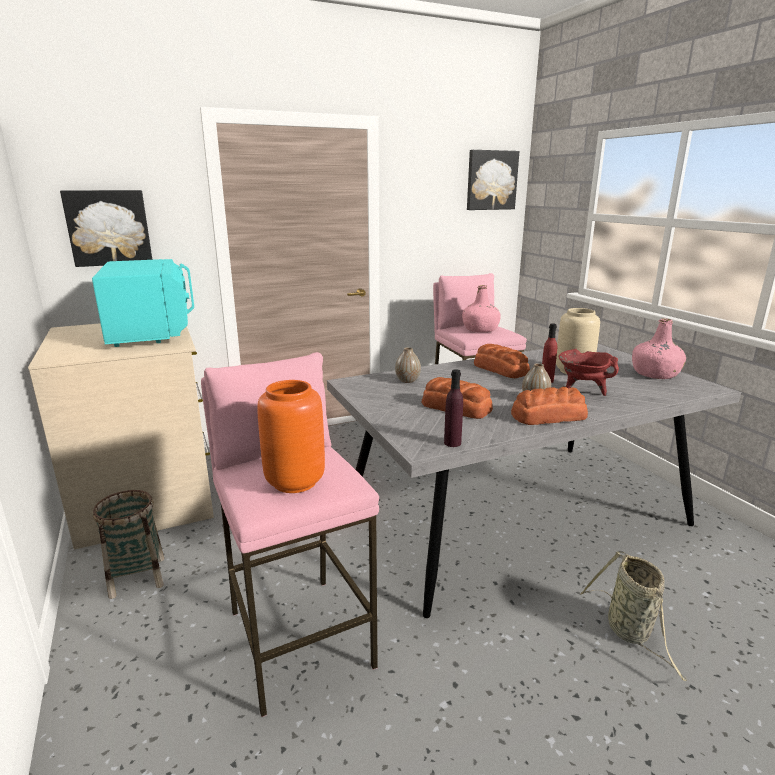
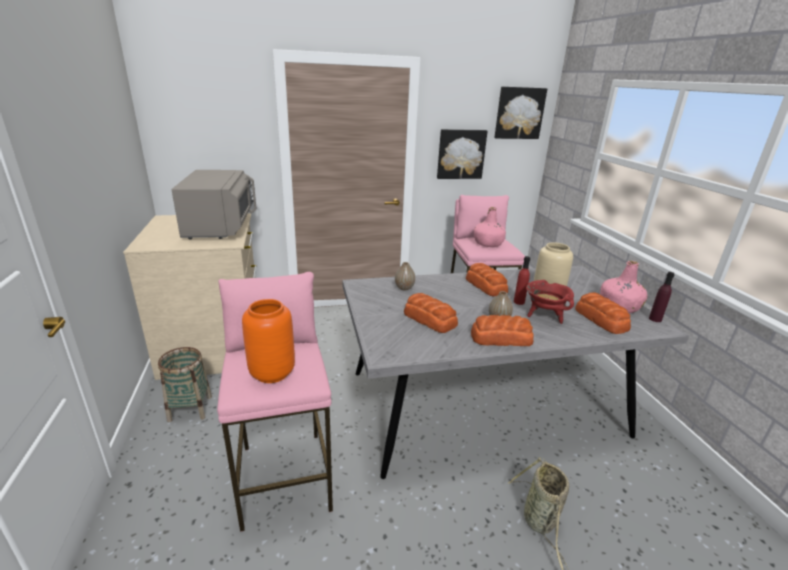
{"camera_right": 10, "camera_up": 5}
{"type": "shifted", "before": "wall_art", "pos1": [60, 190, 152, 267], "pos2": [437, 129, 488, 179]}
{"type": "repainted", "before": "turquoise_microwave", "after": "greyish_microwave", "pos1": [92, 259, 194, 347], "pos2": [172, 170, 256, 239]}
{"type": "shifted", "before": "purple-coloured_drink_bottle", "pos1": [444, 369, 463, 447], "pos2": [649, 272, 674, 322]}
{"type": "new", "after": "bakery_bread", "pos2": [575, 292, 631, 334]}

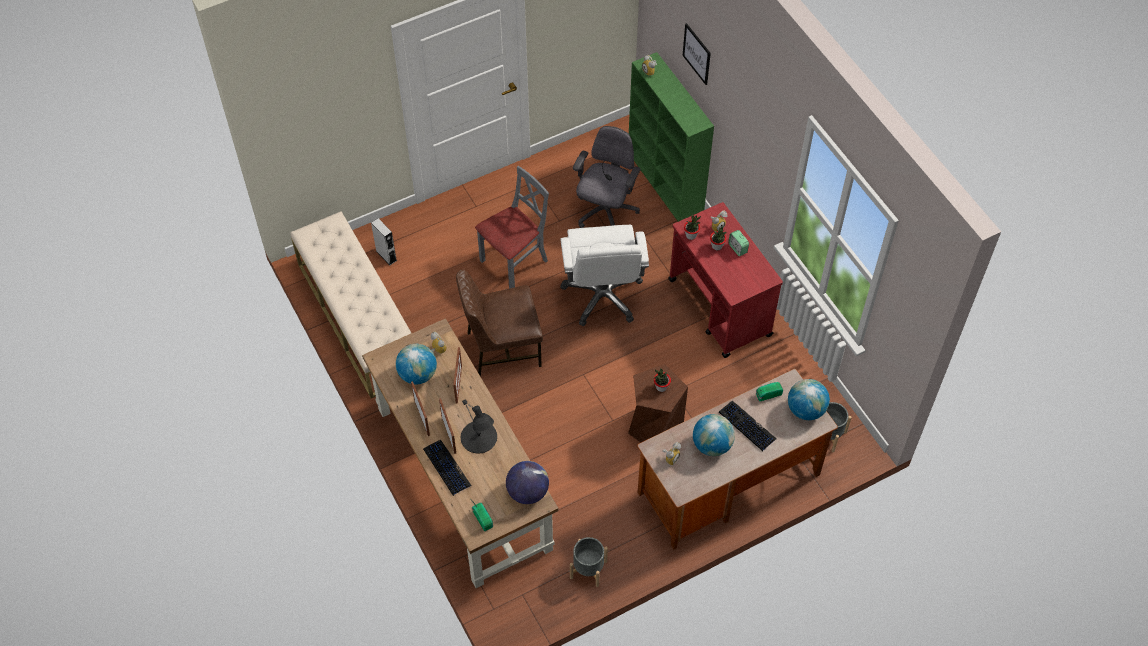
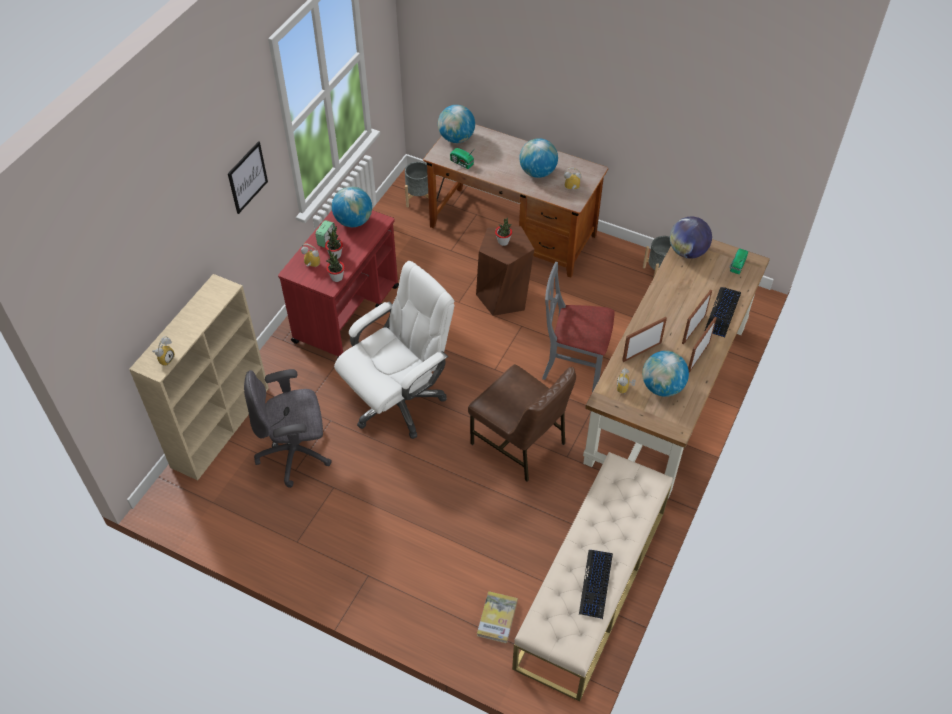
{"camera_right": -125, "camera_up": -5}
{"type": "shifted", "before": "wall_art", "pos1": [682, 23, 711, 85], "pos2": [228, 141, 268, 214]}
{"type": "repainted", "before": "green_shelving_unit", "after": "beige-coloured_shelving_unit", "pos1": [629, 52, 714, 222], "pos2": [129, 274, 269, 481]}
{"type": "shifted", "before": "greyish_chair", "pos1": [475, 166, 549, 289], "pos2": [542, 262, 615, 392]}
{"type": "swapped", "before": "greyish_loudspeaker", "after": "book", "pos1": [371, 218, 397, 265], "pos2": [477, 591, 518, 644]}
{"type": "gone", "before": "black-coloured_lamp_for_a_table", "pos1": [461, 399, 497, 454]}
{"type": "shifted", "before": "PC_keyboard", "pos1": [719, 401, 776, 451], "pos2": [579, 550, 613, 619]}
{"type": "new", "after": "world_globe", "pos2": [332, 187, 372, 227]}

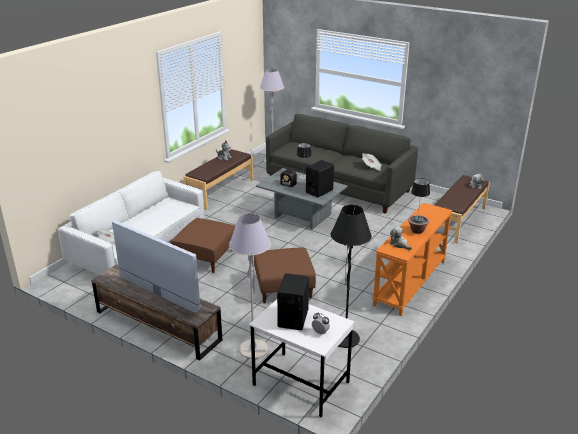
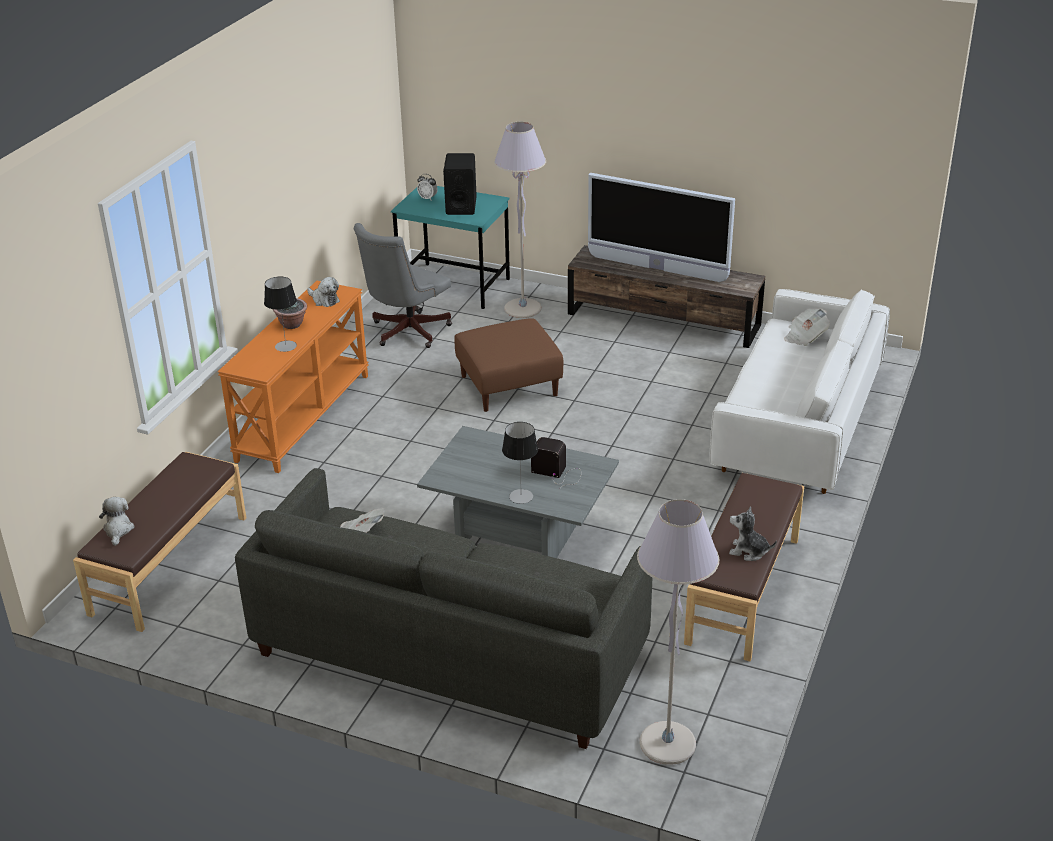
{"camera_right": 170, "camera_up": 5}
{"type": "gone", "before": "black-coloured_loudspeaker", "pos1": [306, 160, 334, 197]}
{"type": "swapped", "before": "black-coloured_floor_lamp", "after": "greyish_desk_chair", "pos1": [331, 205, 372, 348], "pos2": [354, 223, 452, 348]}
{"type": "gone", "before": "brown-coloured_pouffe", "pos1": [171, 218, 235, 273]}
{"type": "repainted", "before": "white_desk_table", "after": "turquoise_desk_table", "pos1": [249, 299, 355, 417], "pos2": [391, 186, 510, 309]}

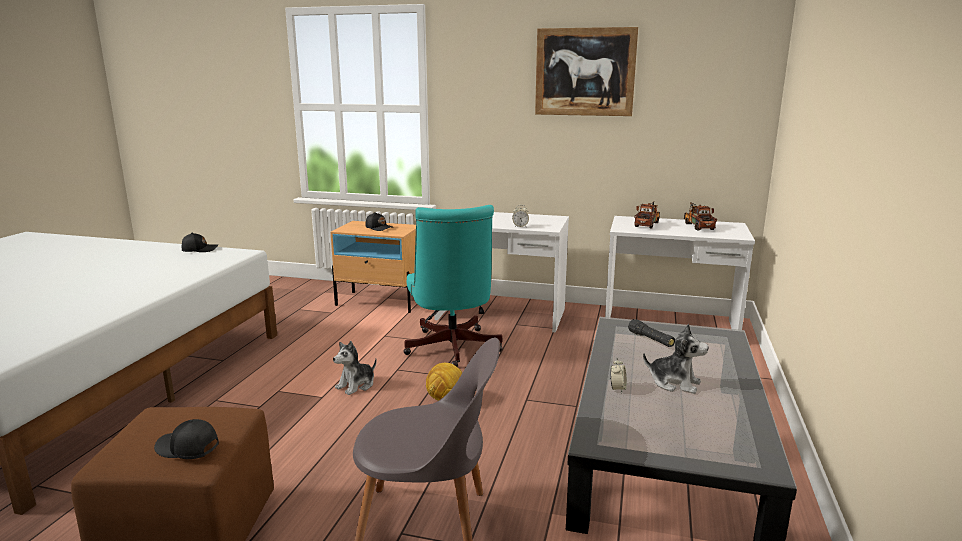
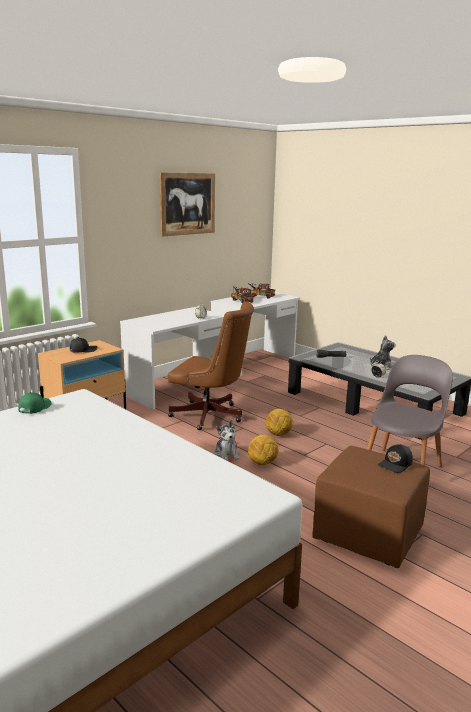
{"camera_right": -60, "camera_up": 0}
{"type": "repainted", "before": "turquoise_desk_chair", "after": "brown-coloured_desk_chair", "pos1": [404, 205, 503, 367], "pos2": [168, 301, 254, 430]}
{"type": "repainted", "before": "black-coloured_baseball_cap", "after": "green_baseball_cap", "pos1": [182, 233, 218, 252], "pos2": [18, 392, 52, 414]}
{"type": "new", "after": "football", "pos2": [248, 435, 279, 465]}

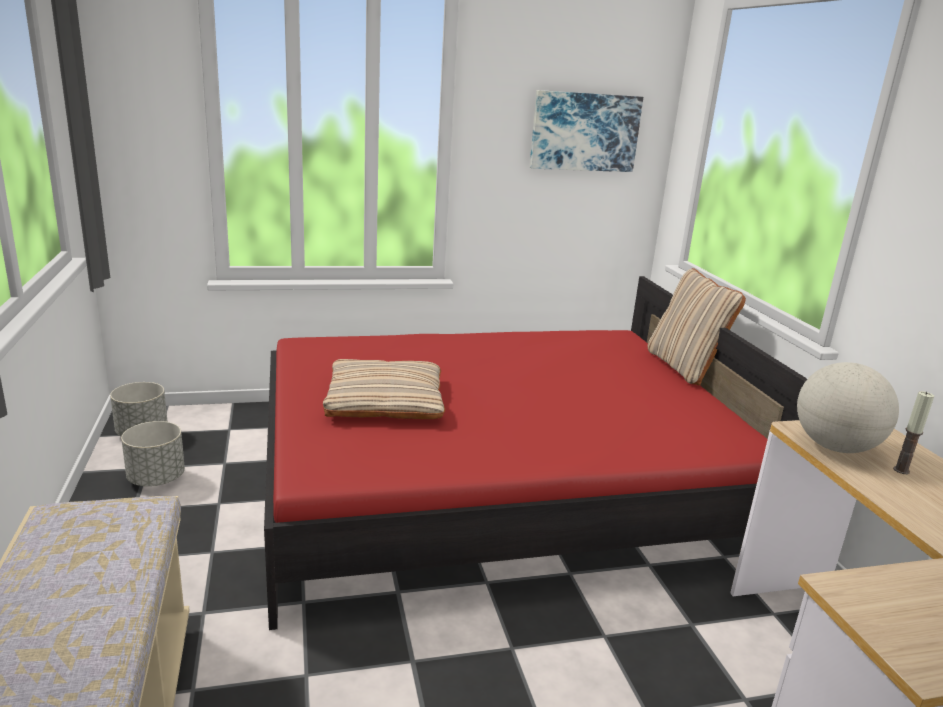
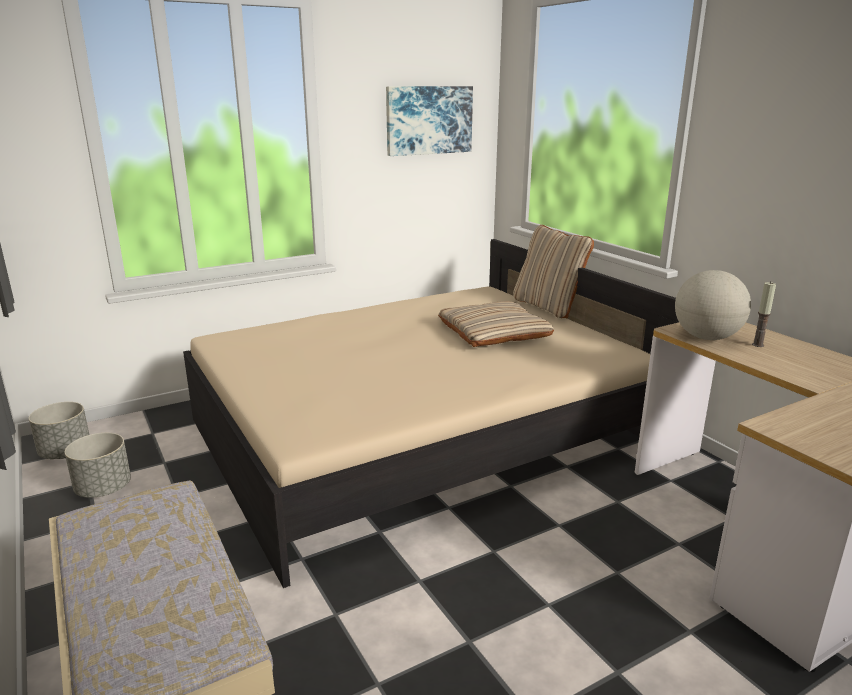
{"camera_right": -15, "camera_up": 0}
{"type": "repainted", "before": "red-coloured_bedroom_bed", "after": "beige-coloured_bedroom_bed", "pos1": [264, 276, 807, 630], "pos2": [183, 239, 679, 588]}
{"type": "shifted", "before": "beige-coloured_cushion", "pos1": [323, 359, 445, 419], "pos2": [438, 301, 554, 347]}

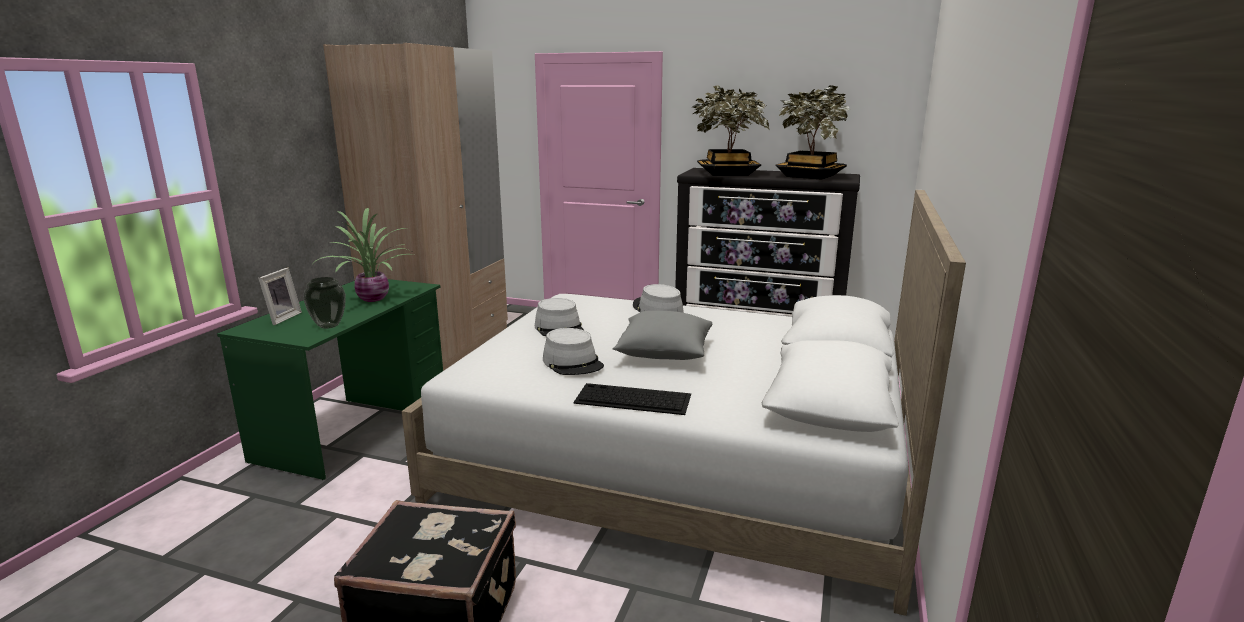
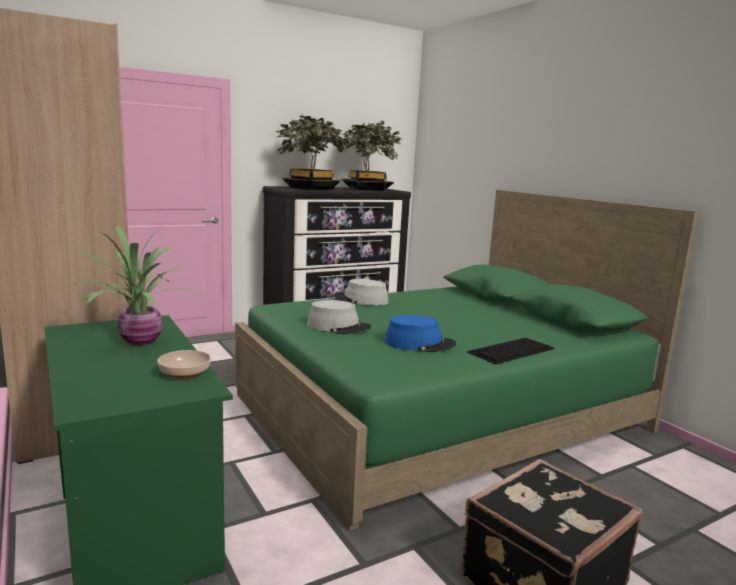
{"camera_right": -50, "camera_up": -5}
{"type": "repainted", "before": "white_bedroom_bed", "after": "green_bedroom_bed", "pos1": [402, 190, 966, 616], "pos2": [235, 190, 699, 531]}
{"type": "gone", "before": "standing_frame", "pos1": [258, 268, 302, 325]}
{"type": "swapped", "before": "flower_vase", "after": "bowl", "pos1": [303, 277, 346, 329], "pos2": [157, 350, 211, 379]}
{"type": "gone", "before": "greyish_cushion", "pos1": [612, 311, 712, 360]}
{"type": "repainted", "before": "greyish_hat", "after": "blue-coloured_hat", "pos1": [543, 328, 604, 375], "pos2": [384, 315, 456, 352]}

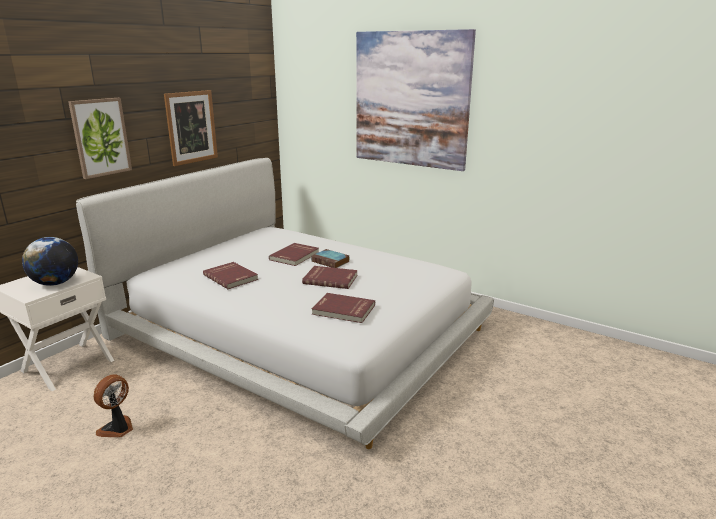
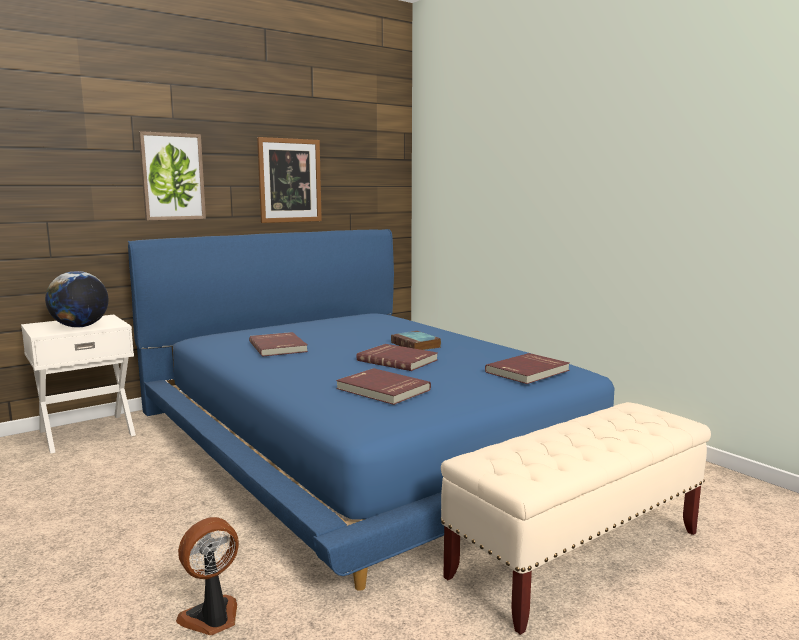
{"camera_right": 20, "camera_up": -10}
{"type": "gone", "before": "wall_art", "pos1": [356, 29, 476, 171]}
{"type": "repainted", "before": "white_bedroom_bed", "after": "blue-coloured_bedroom_bed", "pos1": [76, 158, 494, 449], "pos2": [128, 229, 615, 591]}
{"type": "shifted", "before": "red-coloured_book", "pos1": [269, 243, 319, 266], "pos2": [485, 353, 569, 384]}
{"type": "shifted", "before": "fan", "pos1": [93, 374, 133, 437], "pos2": [176, 517, 239, 635]}
{"type": "new", "after": "beige-coloured_bench", "pos2": [441, 402, 711, 635]}

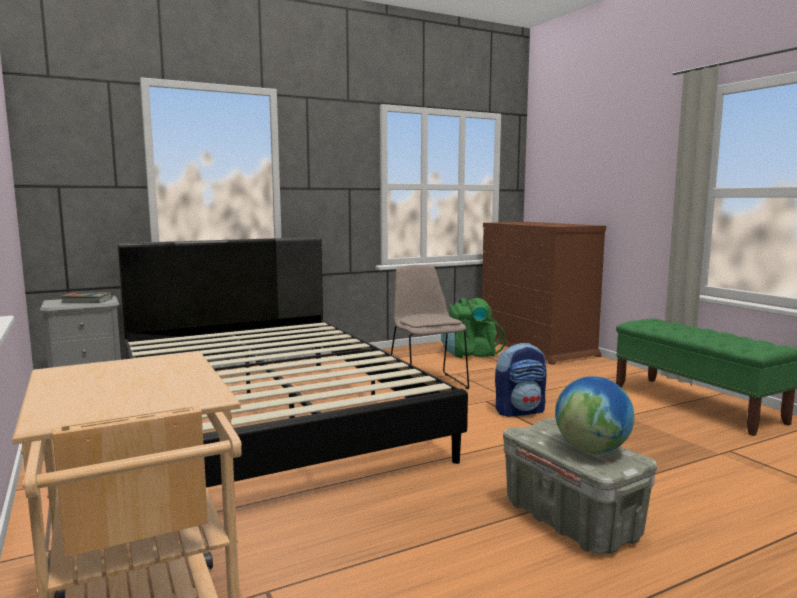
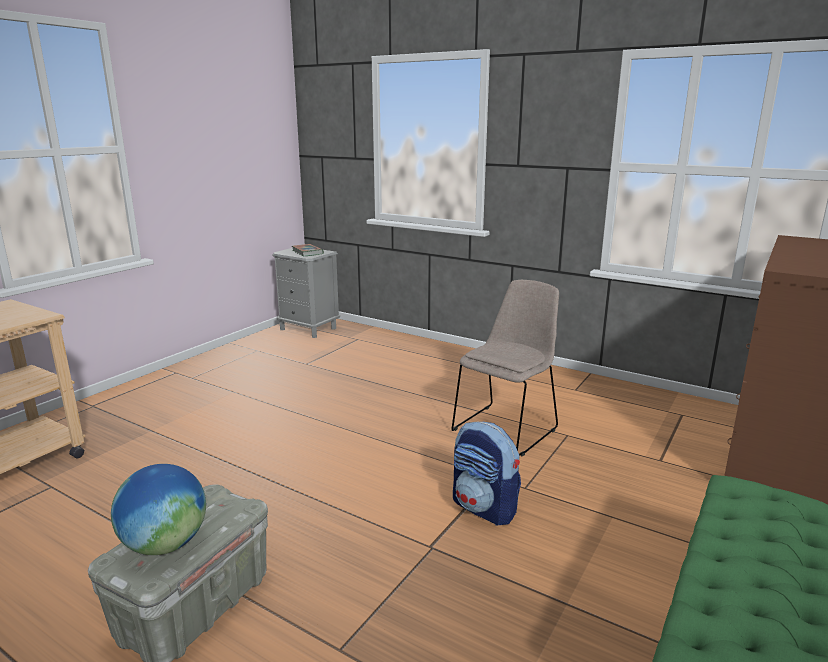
{"camera_right": 60, "camera_up": 10}
{"type": "gone", "before": "black-coloured_bedroom_bed", "pos1": [117, 237, 468, 532]}
{"type": "gone", "before": "green_backpack", "pos1": [441, 298, 506, 358]}

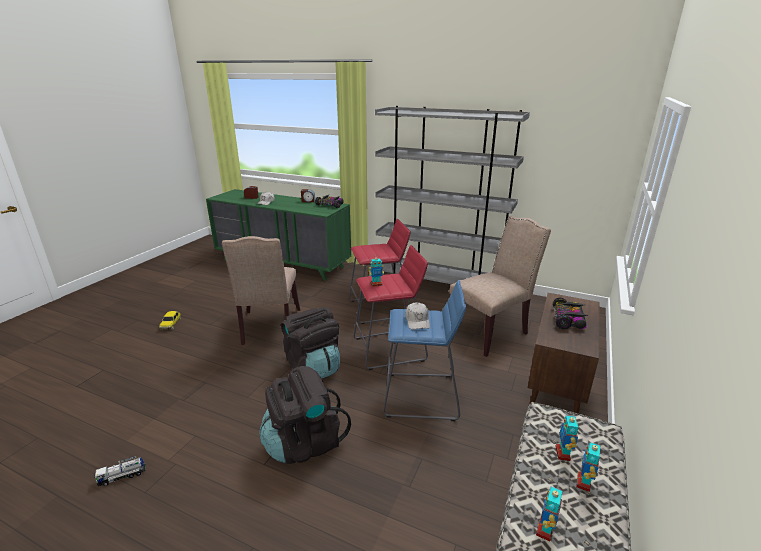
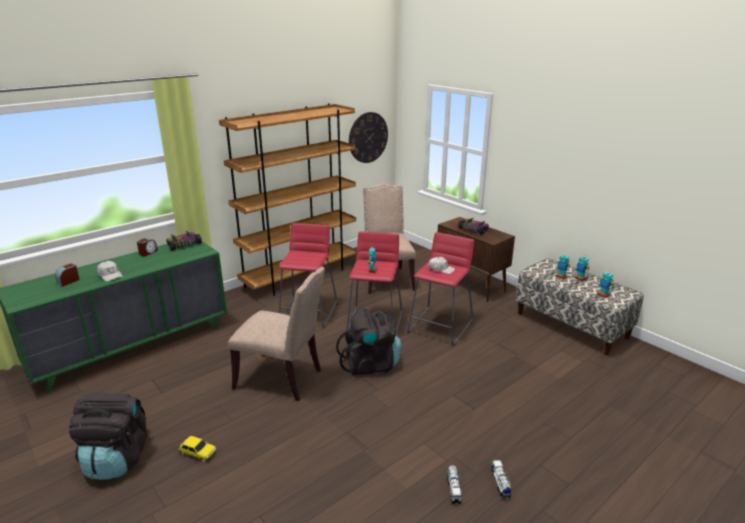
{"camera_right": -65, "camera_up": 0}
{"type": "repainted", "before": "greyish_shelving_unit", "after": "brown-coloured_shelving_unit", "pos1": [375, 106, 530, 284], "pos2": [219, 103, 357, 296]}
{"type": "repainted", "before": "blue-coloured_stool", "after": "red-coloured_stool", "pos1": [383, 280, 466, 421], "pos2": [407, 232, 474, 346]}
{"type": "shifted", "before": "black-coloured_backpack", "pos1": [259, 366, 351, 464], "pos2": [69, 392, 147, 480]}
{"type": "new", "after": "clock_on_the_wall", "pos2": [349, 112, 388, 163]}
{"type": "new", "after": "toy_lorry", "pos2": [491, 460, 512, 499]}

